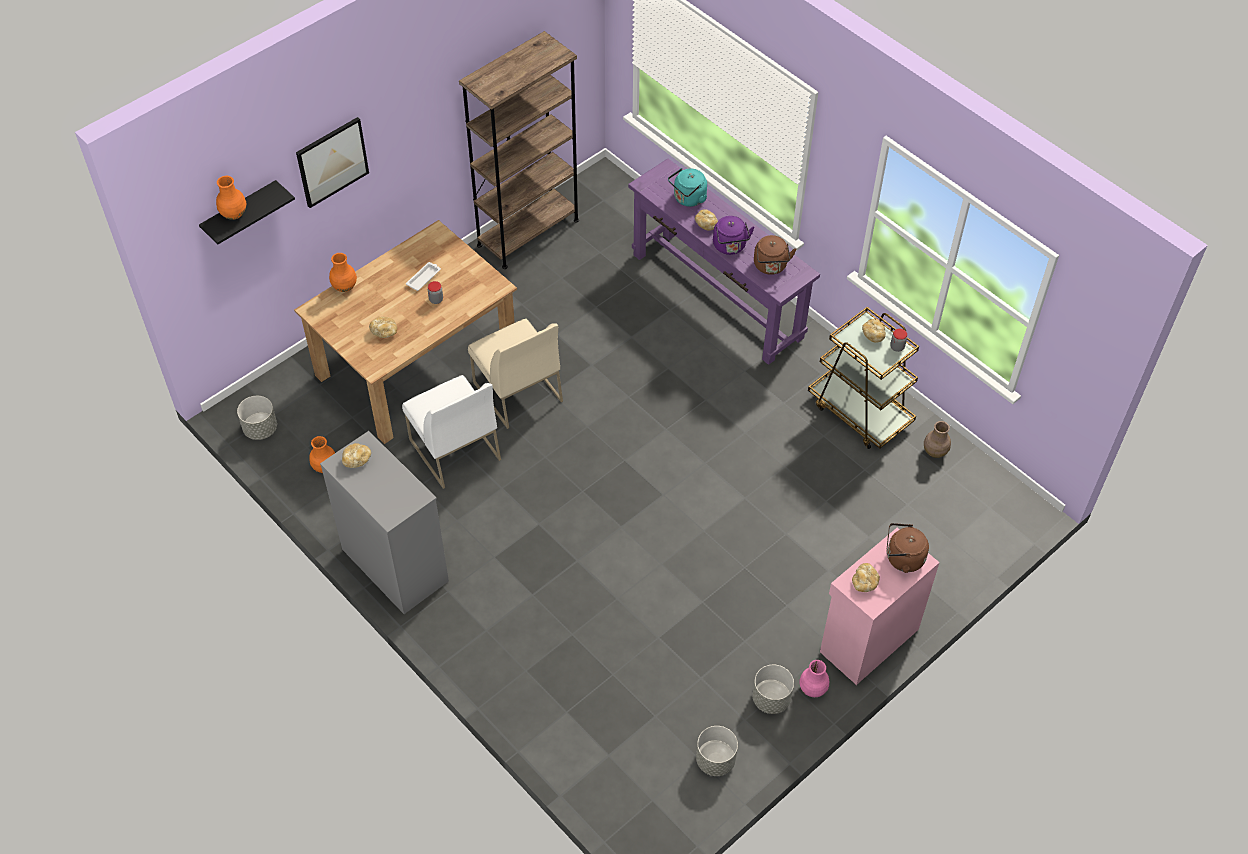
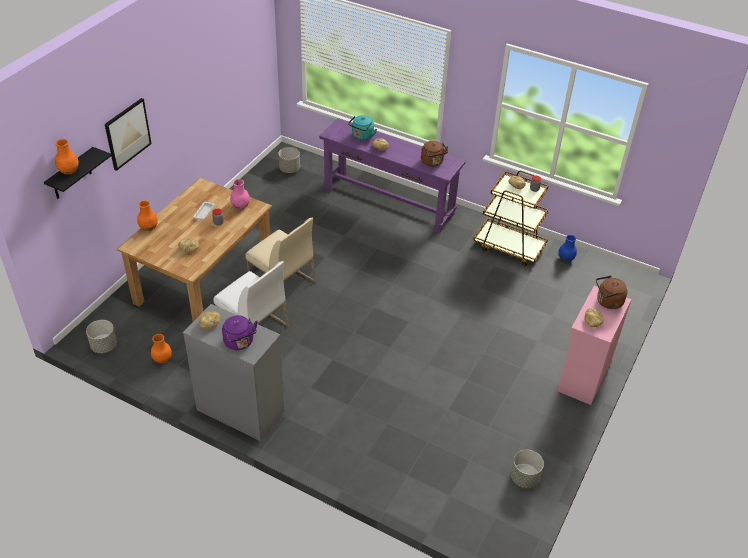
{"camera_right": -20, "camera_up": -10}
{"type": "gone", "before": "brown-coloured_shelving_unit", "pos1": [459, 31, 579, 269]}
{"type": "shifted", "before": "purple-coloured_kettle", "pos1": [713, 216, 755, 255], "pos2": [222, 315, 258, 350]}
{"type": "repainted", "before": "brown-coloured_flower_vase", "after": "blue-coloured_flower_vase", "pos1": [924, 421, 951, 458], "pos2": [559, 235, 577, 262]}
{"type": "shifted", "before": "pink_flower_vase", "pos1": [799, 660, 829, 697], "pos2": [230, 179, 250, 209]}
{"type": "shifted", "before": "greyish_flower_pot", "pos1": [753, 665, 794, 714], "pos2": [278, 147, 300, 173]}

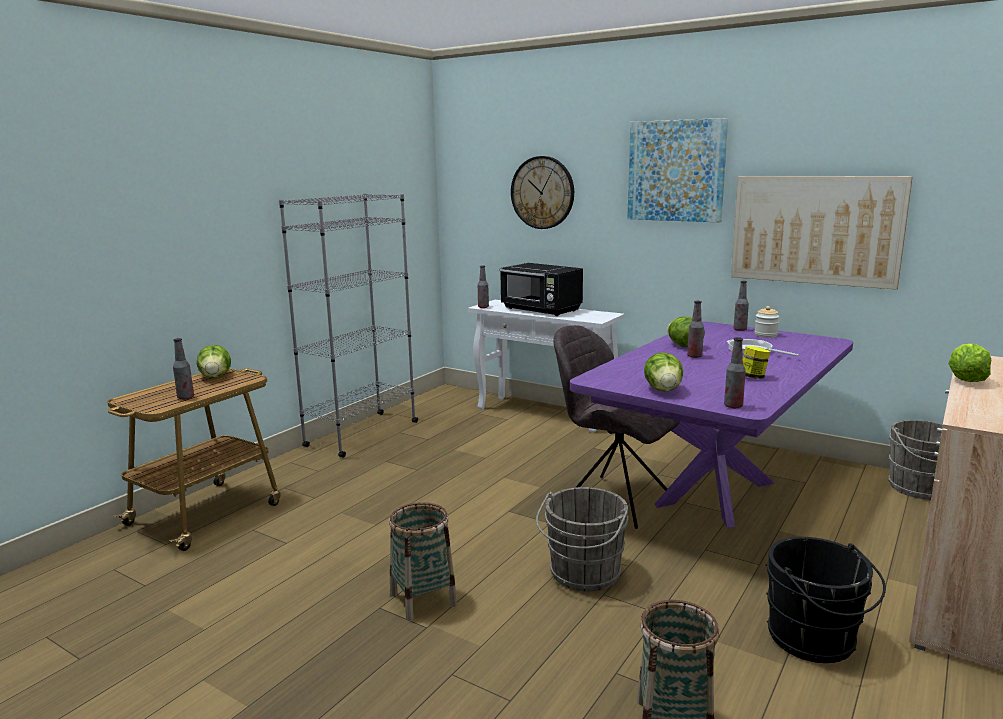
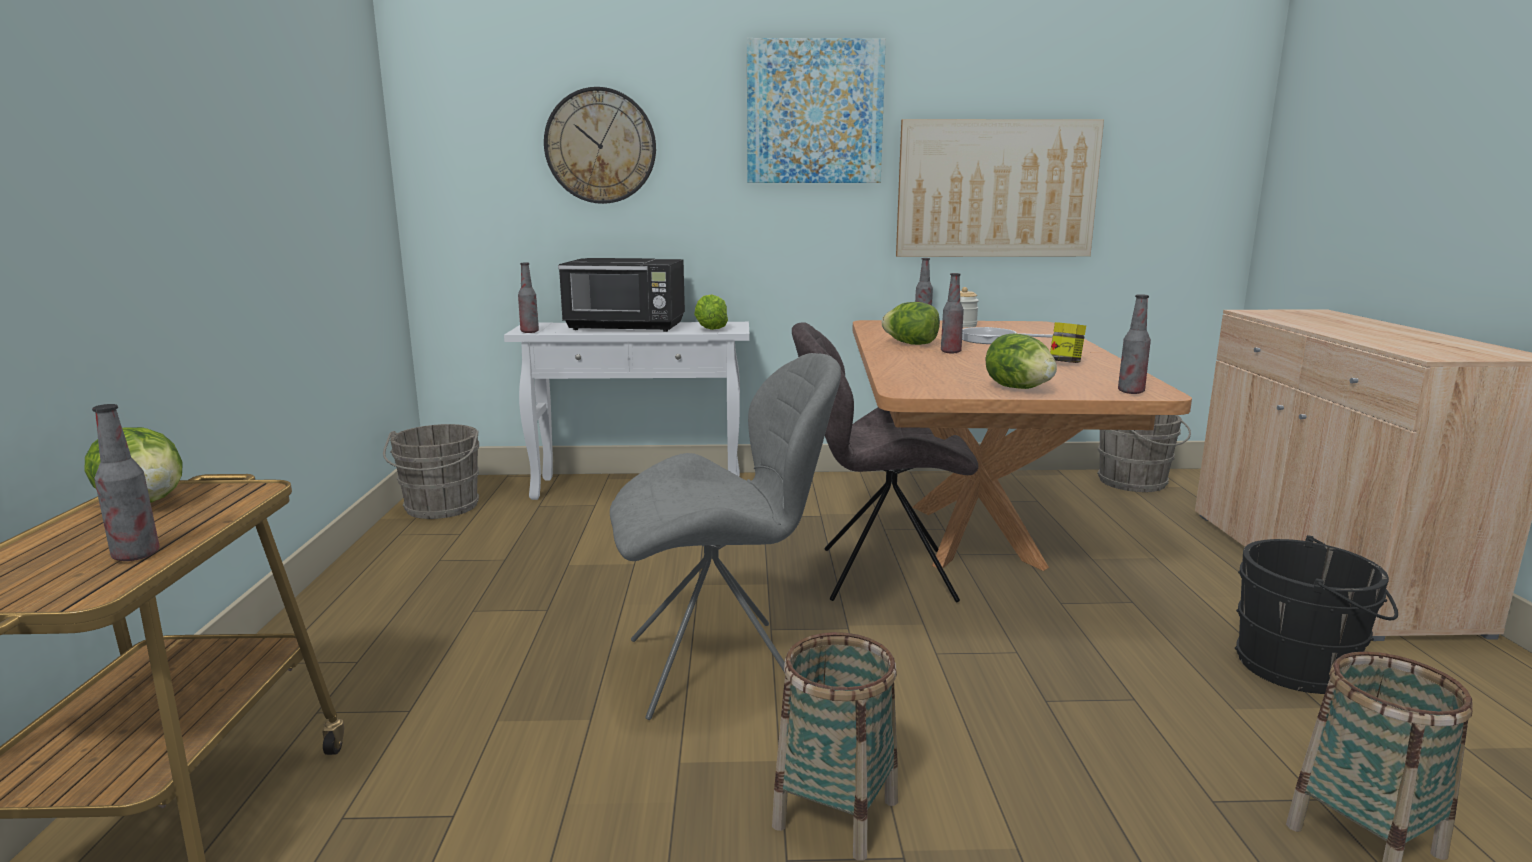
{"camera_right": -35, "camera_up": 0}
{"type": "gone", "before": "greyish_shelving_unit", "pos1": [279, 193, 418, 457]}
{"type": "repainted", "before": "purple-coloured_dining_table", "after": "brown-coloured_dining_table", "pos1": [570, 321, 853, 528], "pos2": [852, 320, 1192, 571]}
{"type": "shifted", "before": "head_of_lettuce", "pos1": [948, 344, 991, 382], "pos2": [694, 294, 728, 330]}
{"type": "shifted", "before": "greyish_water_bucket", "pos1": [536, 487, 629, 592], "pos2": [383, 424, 479, 519]}
{"type": "new", "after": "greyish_chair", "pos2": [610, 353, 841, 720]}

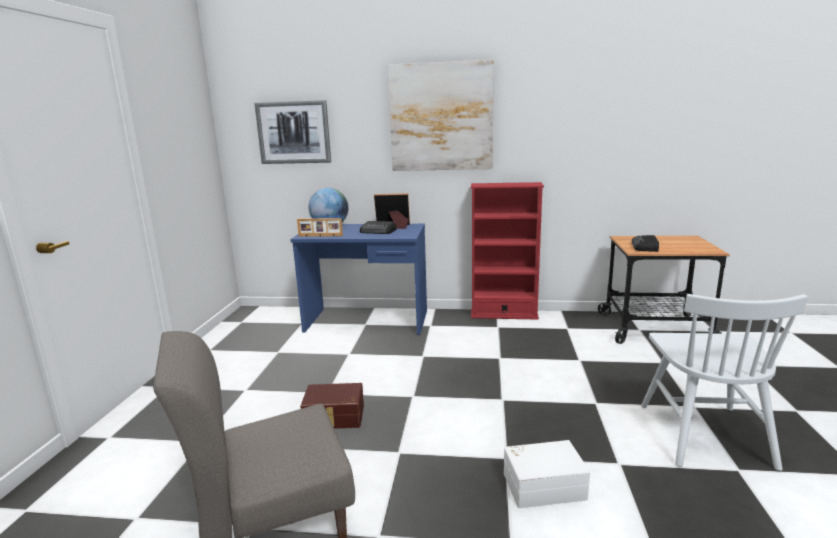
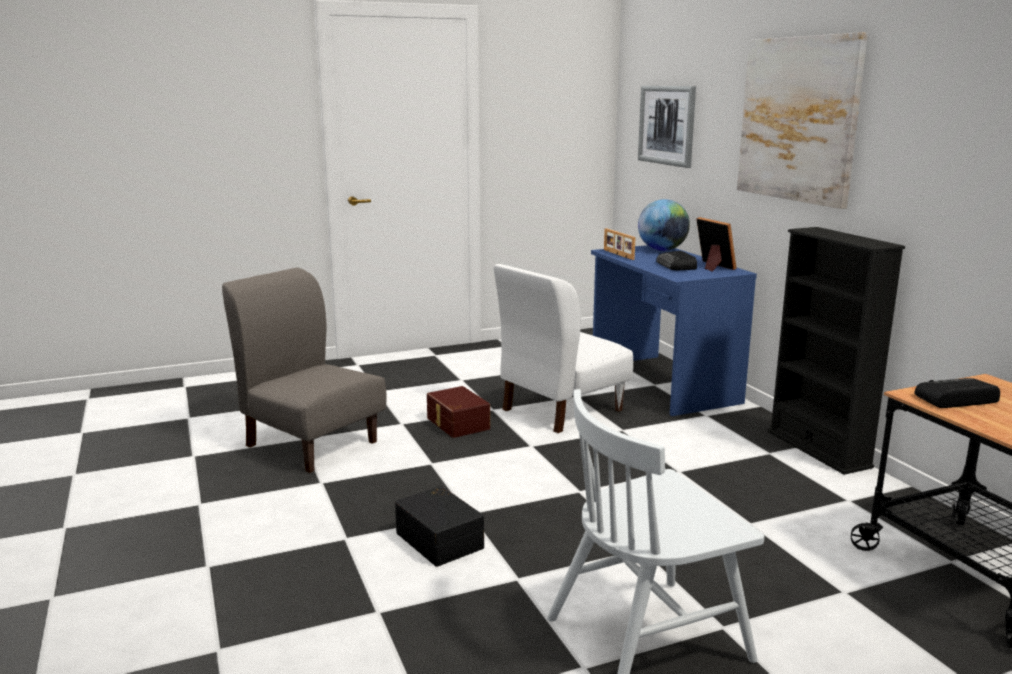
{"camera_right": 60, "camera_up": 0}
{"type": "repainted", "before": "red-coloured_shelving_unit", "after": "black-coloured_shelving_unit", "pos1": [471, 182, 544, 319], "pos2": [768, 227, 905, 475]}
{"type": "repainted", "before": "white_storage_box", "after": "black-coloured_storage_box", "pos1": [504, 440, 590, 508], "pos2": [395, 486, 484, 567]}
{"type": "new", "after": "white_chair", "pos2": [494, 264, 633, 433]}

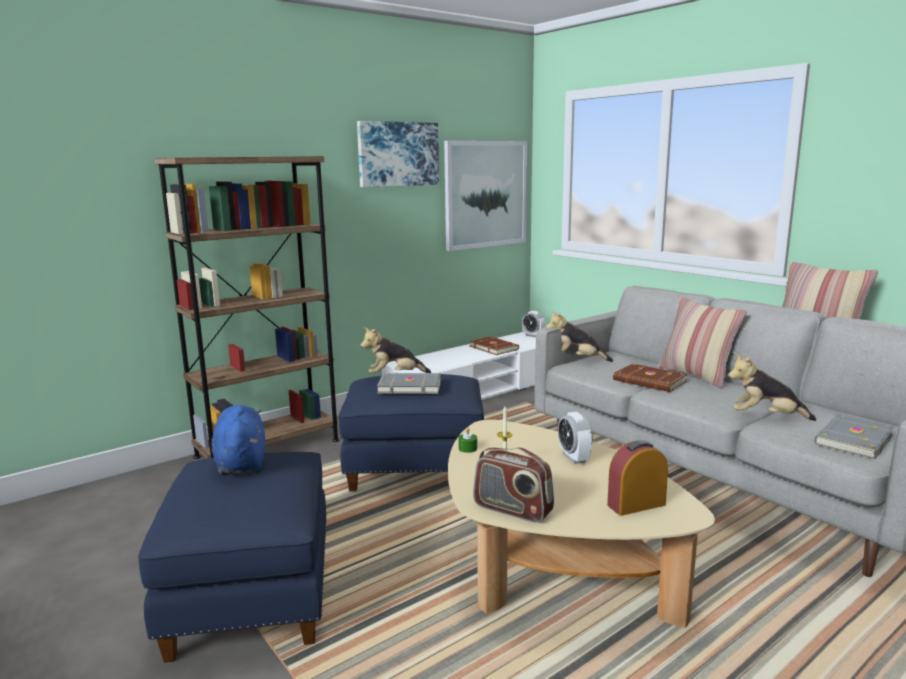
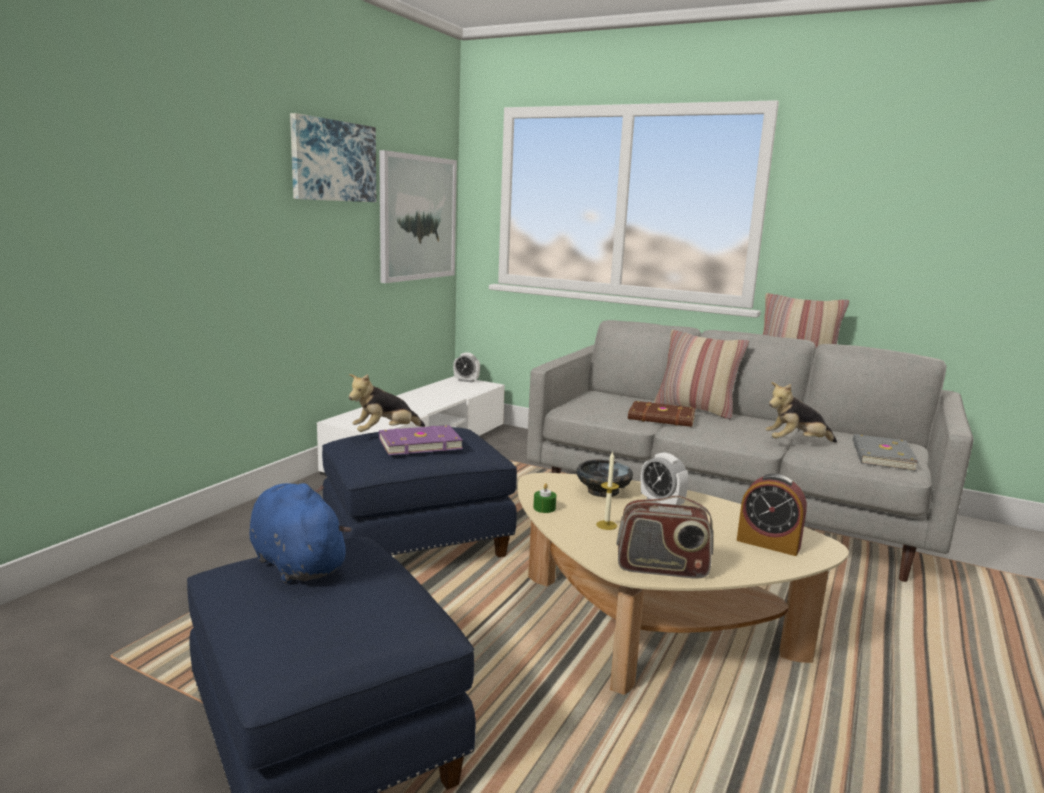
{"camera_right": -25, "camera_up": 0}
{"type": "gone", "before": "brown-coloured_shelving_unit", "pos1": [154, 156, 340, 459]}
{"type": "gone", "before": "soft_toy", "pos1": [546, 311, 613, 362]}
{"type": "gone", "before": "brown-coloured_book", "pos1": [469, 336, 519, 355]}
{"type": "repainted", "before": "greyish_book", "after": "purple-coloured_book", "pos1": [377, 373, 441, 394], "pos2": [379, 425, 463, 455]}
{"type": "rotated", "before": "alarm_clock", "pos1": [607, 440, 668, 516], "pos2": [737, 474, 807, 556], "turn": -105}
{"type": "new", "after": "black-coloured_bowl", "pos2": [576, 459, 633, 497]}

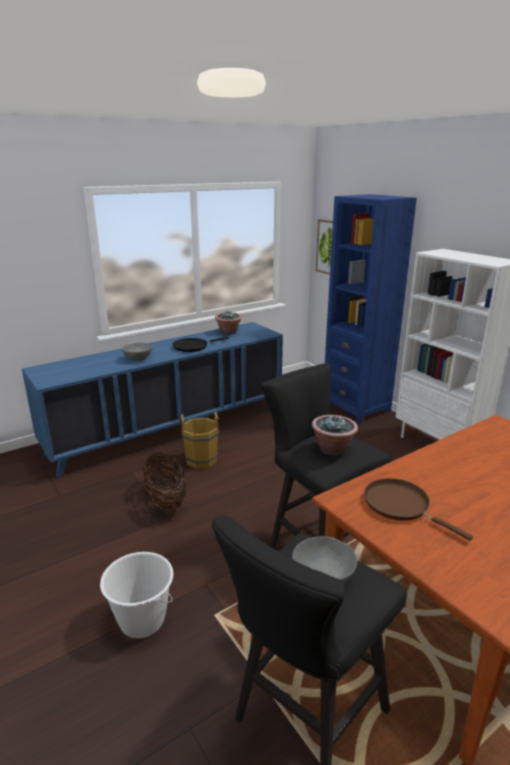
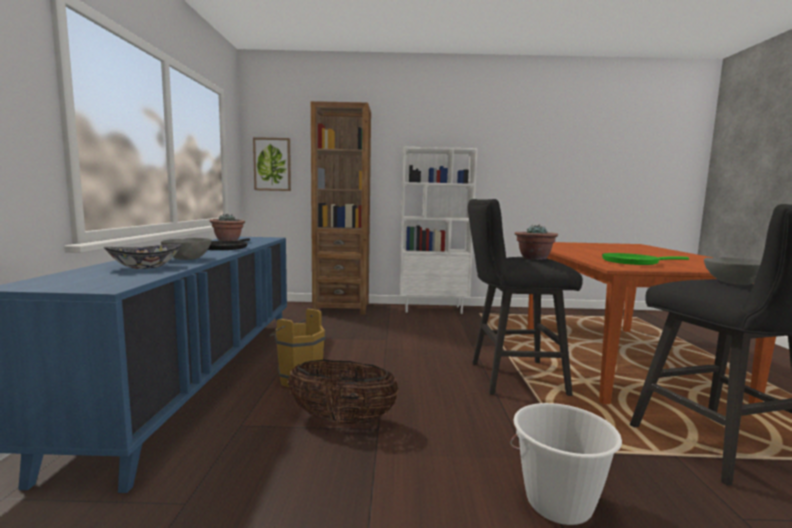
{"camera_right": -55, "camera_up": -15}
{"type": "repainted", "before": "blue-coloured_shelving_unit", "after": "brown-coloured_shelving_unit", "pos1": [325, 194, 417, 423], "pos2": [311, 101, 371, 315]}
{"type": "repainted", "before": "brown-coloured_skillet", "after": "green_skillet", "pos1": [364, 478, 473, 541], "pos2": [602, 253, 689, 265]}
{"type": "new", "after": "bowl", "pos2": [104, 243, 182, 269]}

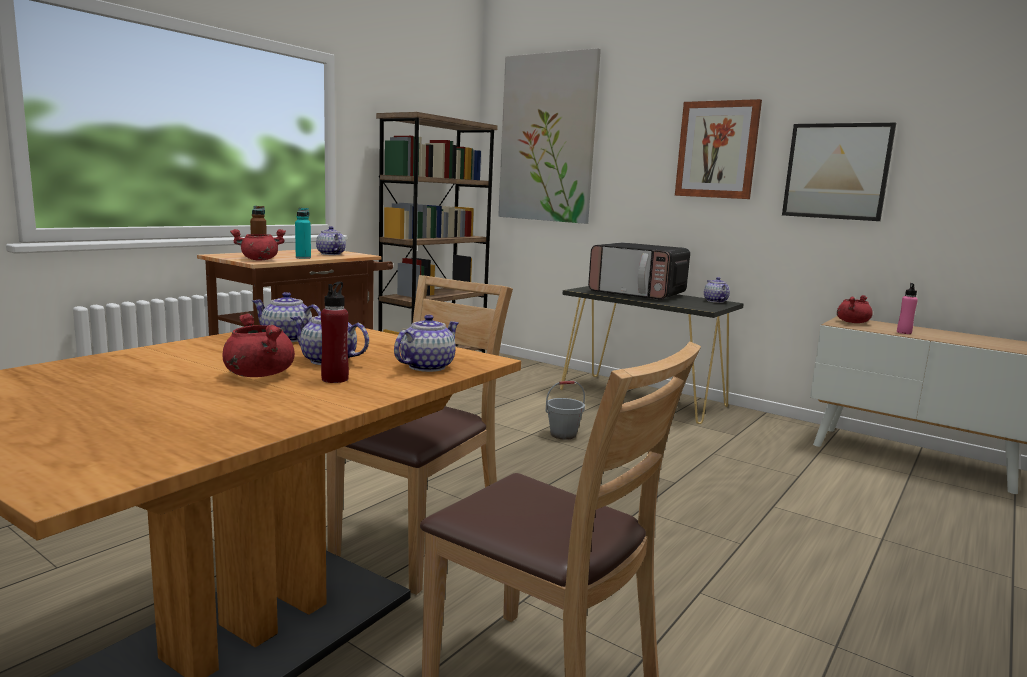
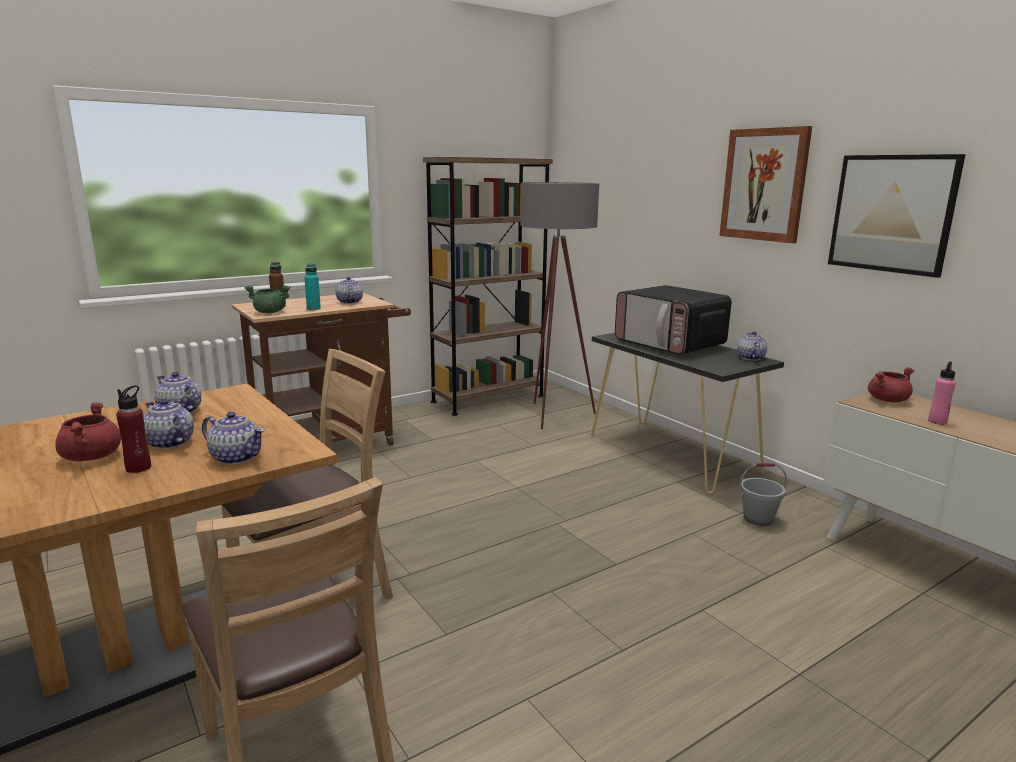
{"camera_right": 20, "camera_up": 5}
{"type": "gone", "before": "wall_art", "pos1": [498, 48, 601, 224]}
{"type": "repainted", "before": "red-coloured_cooking_pot", "after": "green_cooking_pot", "pos1": [230, 229, 286, 260], "pos2": [245, 285, 290, 313]}
{"type": "rotated", "before": "teapot", "pos1": [394, 315, 459, 372], "pos2": [202, 412, 265, 465], "turn": 60}
{"type": "shifted", "before": "greyish_water_bucket", "pos1": [546, 381, 585, 440], "pos2": [739, 463, 787, 526]}
{"type": "new", "after": "greyish_floor_lamp", "pos2": [520, 182, 599, 429]}

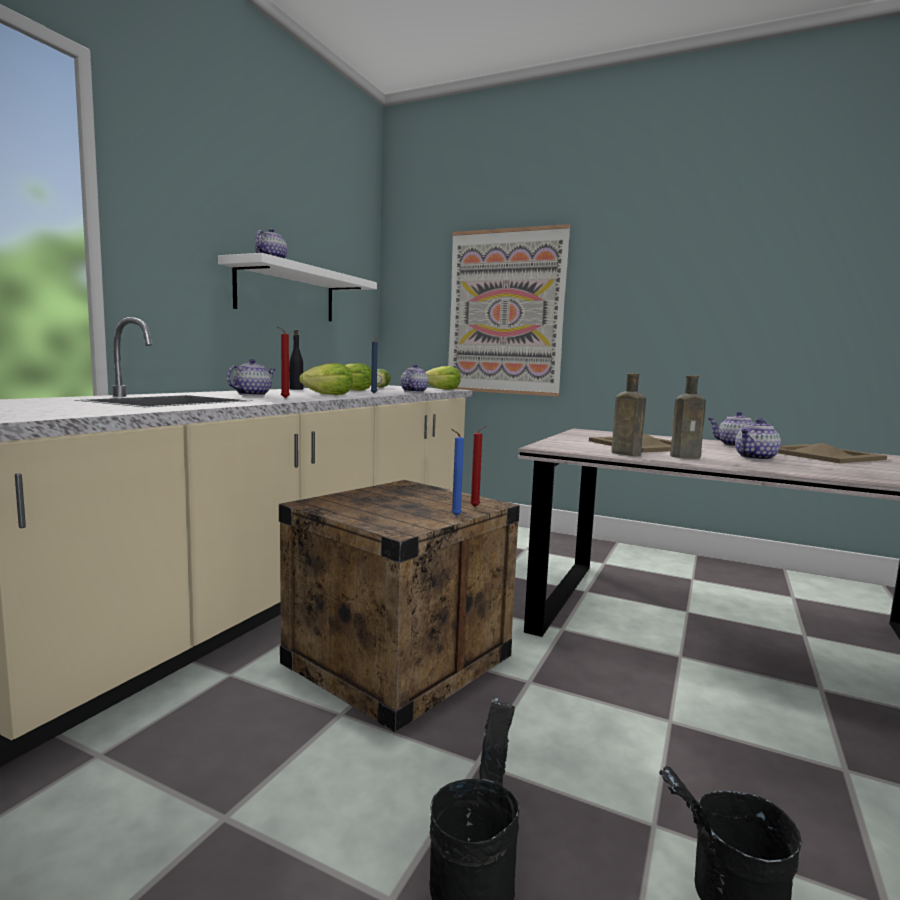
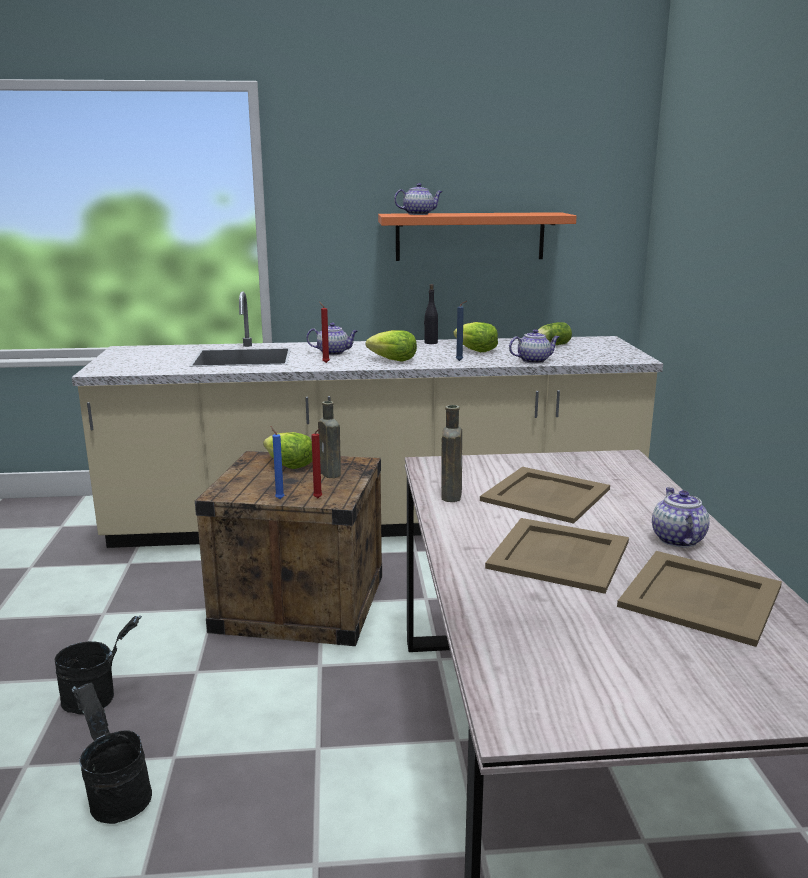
{"camera_right": 60, "camera_up": 10}
{"type": "gone", "before": "wall_art", "pos1": [448, 224, 570, 396]}
{"type": "repainted", "before": "white_bracket_shelf", "after": "orangey_bracket_shelf", "pos1": [218, 253, 377, 321], "pos2": [378, 212, 577, 261]}
{"type": "shifted", "before": "head_of_lettuce", "pos1": [425, 366, 461, 390], "pos2": [263, 432, 312, 469]}
{"type": "shifted", "before": "brown-coloured_drink_bottle", "pos1": [670, 375, 706, 459], "pos2": [318, 401, 341, 478]}
{"type": "swapped", "before": "teapot", "after": "beige-coloured_carrying_tray", "pos1": [735, 418, 781, 460], "pos2": [485, 518, 629, 594]}

